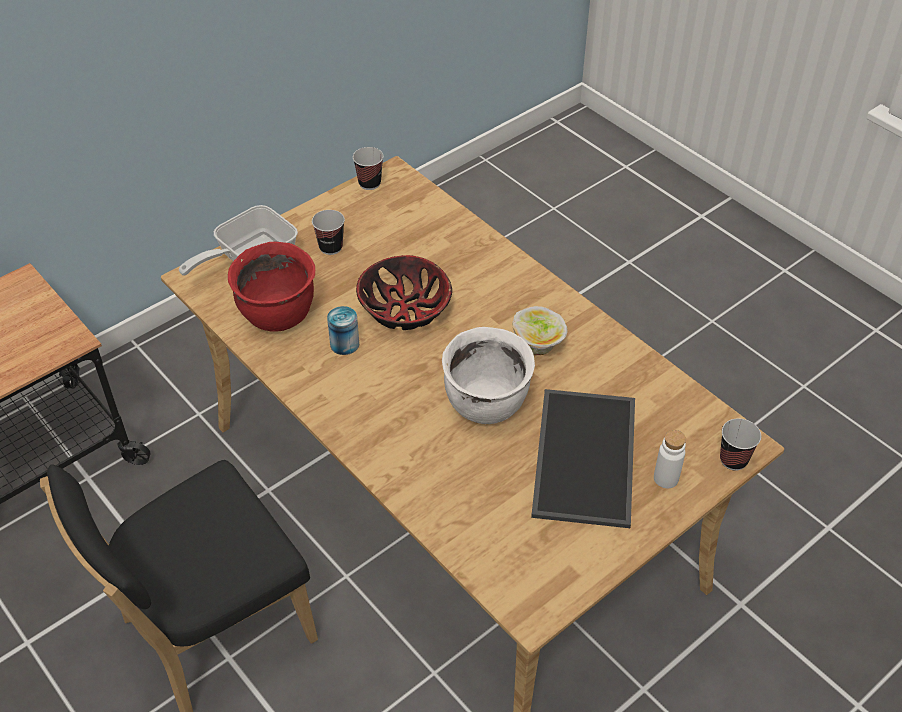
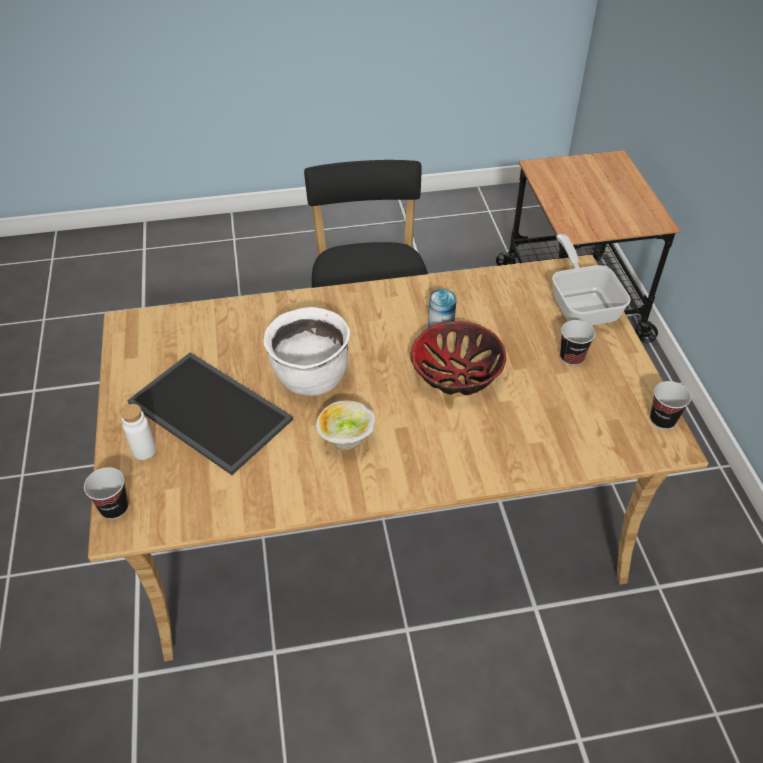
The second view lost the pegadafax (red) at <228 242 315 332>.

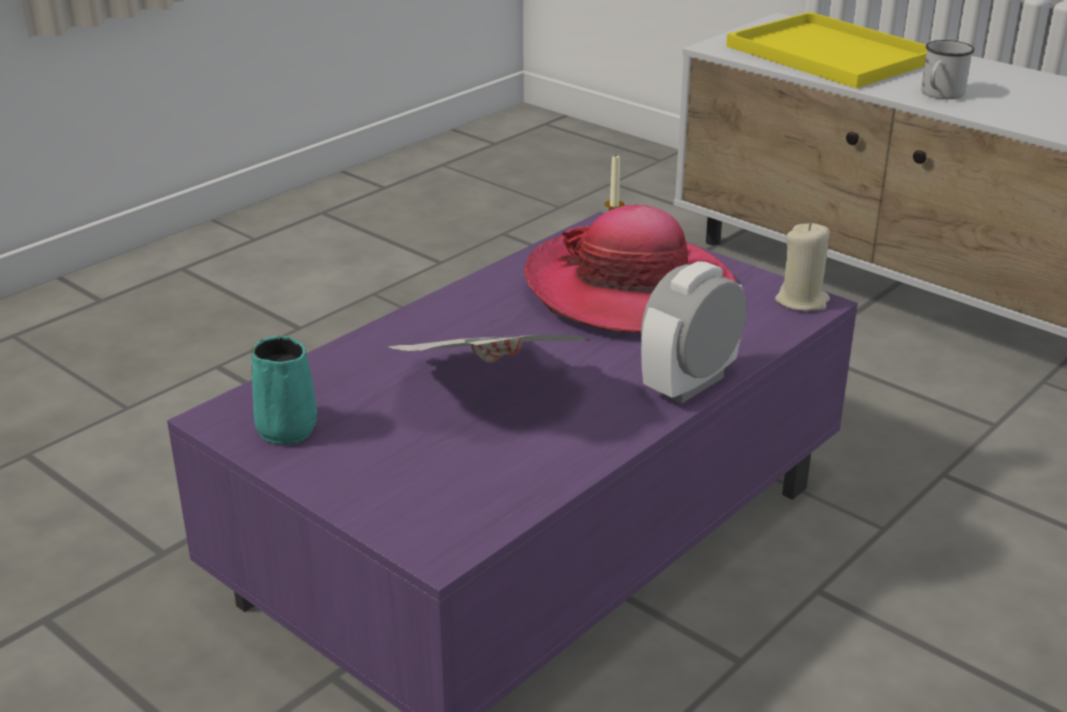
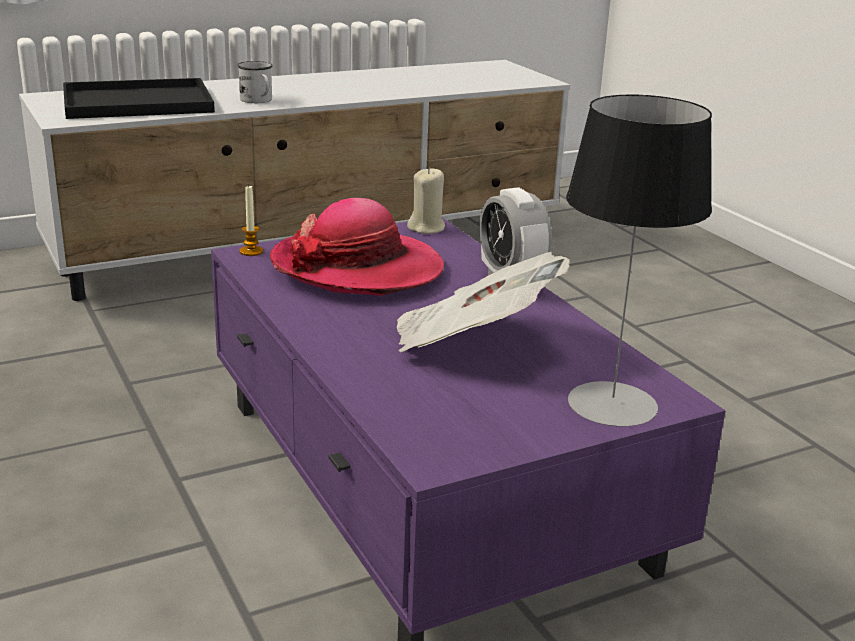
The second view lost the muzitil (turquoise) at <251 336 317 445>.
What was the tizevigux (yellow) at <726 12 927 89> turned into the tizevigux (black) at <63 78 215 119>.
The second view gained the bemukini at <566 95 712 427>.

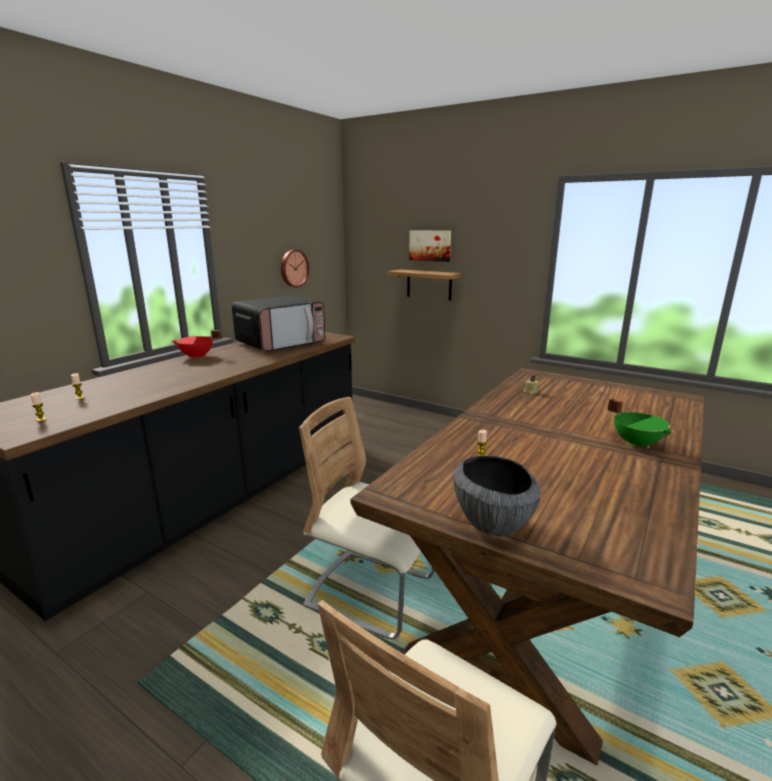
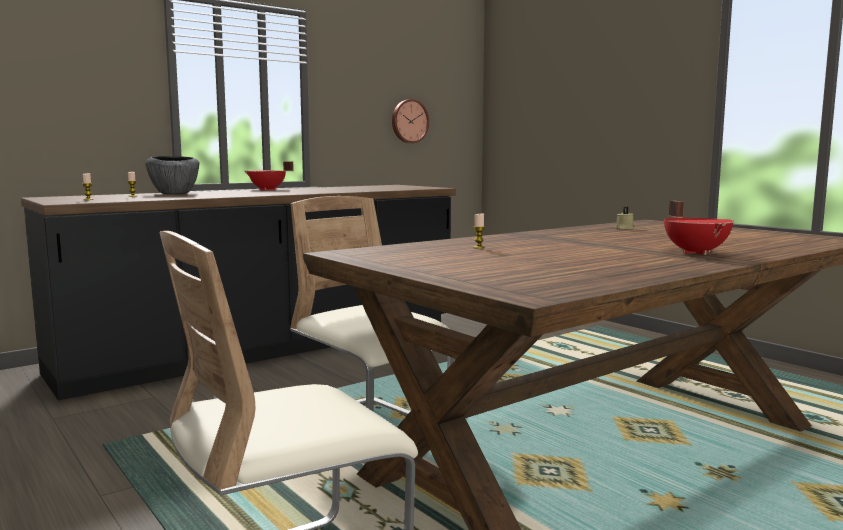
The second view lost the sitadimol at <232 295 325 352>.
The second view lost the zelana at <387 269 462 301>.
The second view lost the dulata at <409 230 451 262>.
The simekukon ended up elsewhere, having gone from <453 456 541 536> to <145 156 199 194>.
What was the pegadafax (green) at <607 399 673 448> turned into the pegadafax (red) at <664 201 734 255>.

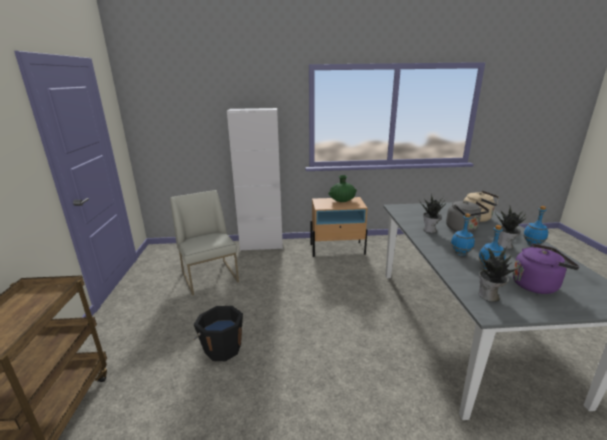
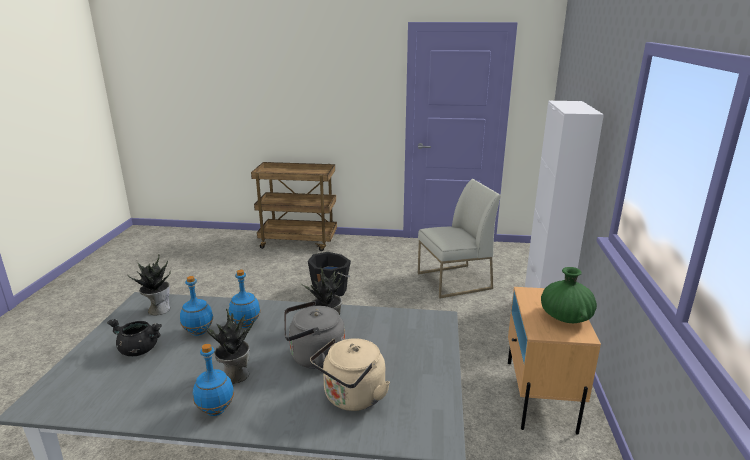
Where the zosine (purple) stood at <512 244 580 294>, the pegadafax (black) came to stand at <107 319 162 356>.

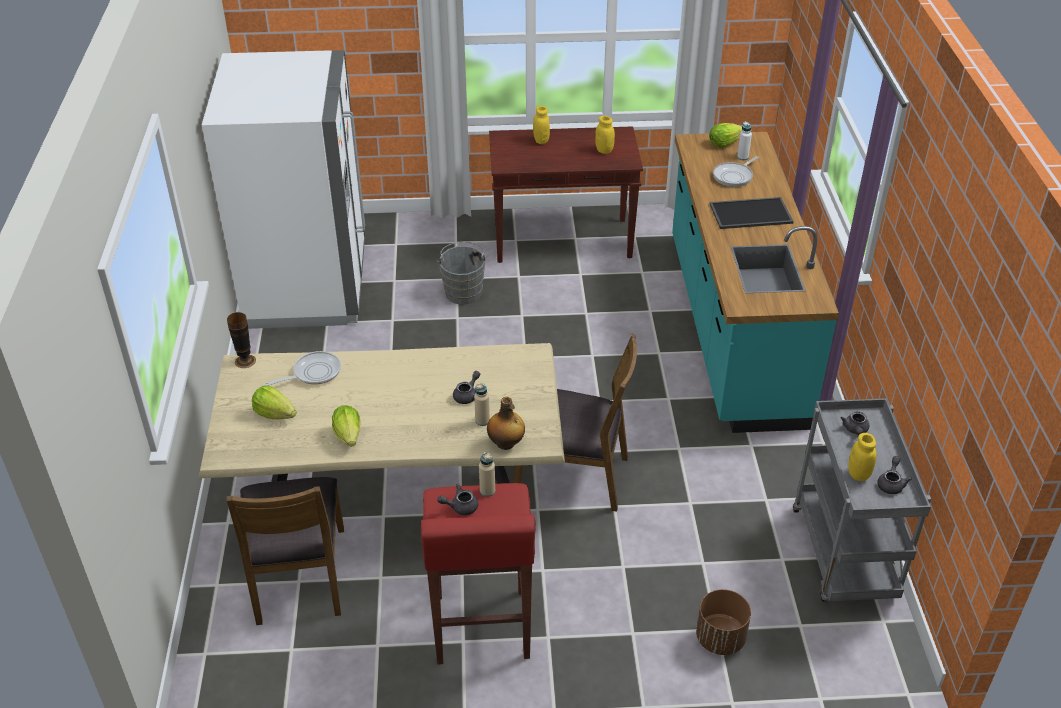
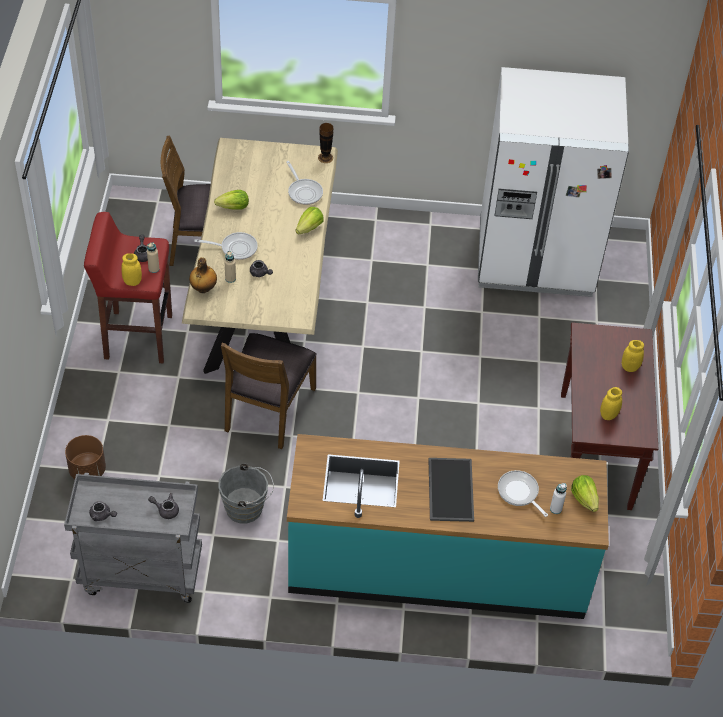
The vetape ended up elsewhere, having gone from <252 386 296 419> to <296 207 324 234>.
The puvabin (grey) ended up elsewhere, having gone from <437 241 488 305> to <218 463 274 524>.
The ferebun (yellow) ended up elsewhere, having gone from <848 433 877 481> to <121 254 142 286>.
The second view gained the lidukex at <194 232 258 260>.

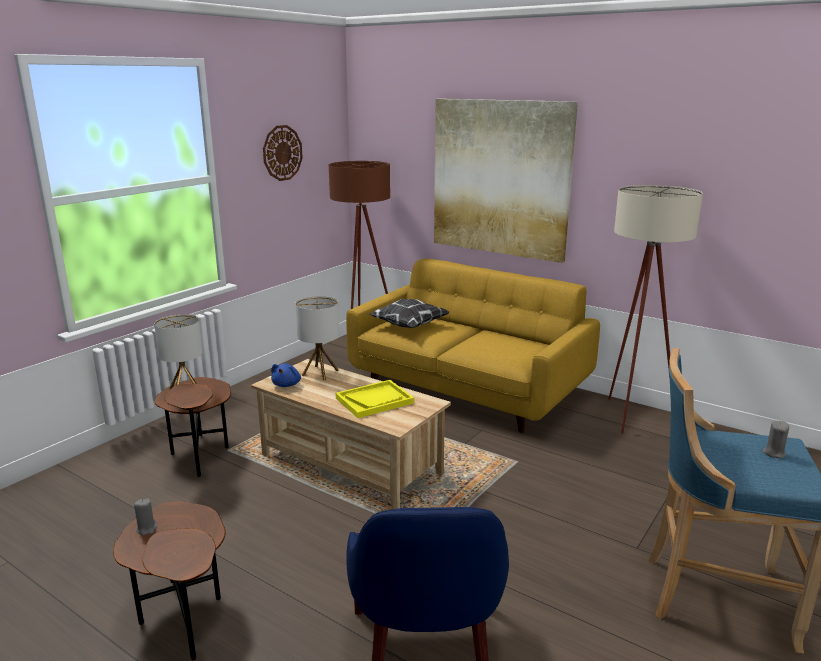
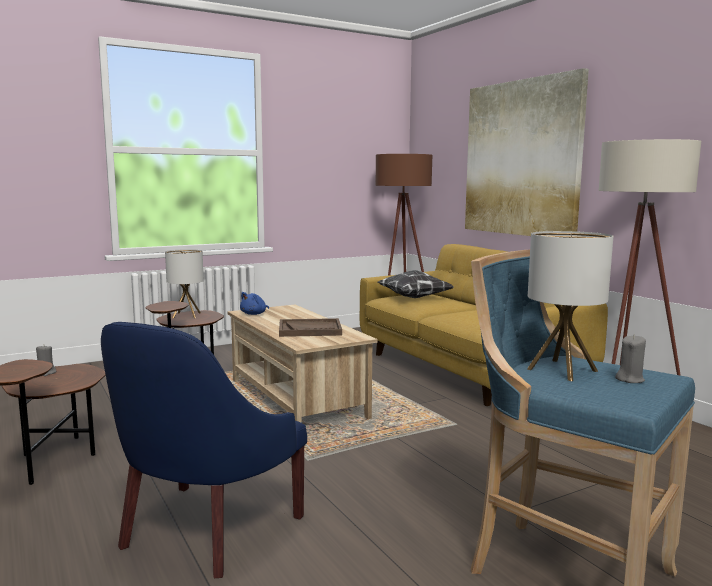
The second view lost the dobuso at <263 125 303 181>.
The bemukini ended up elsewhere, having gone from <295 296 339 380> to <527 231 613 381>.
What was the tizevigux (yellow) at <336 380 414 418> turned into the tizevigux (brown) at <279 318 342 337>.

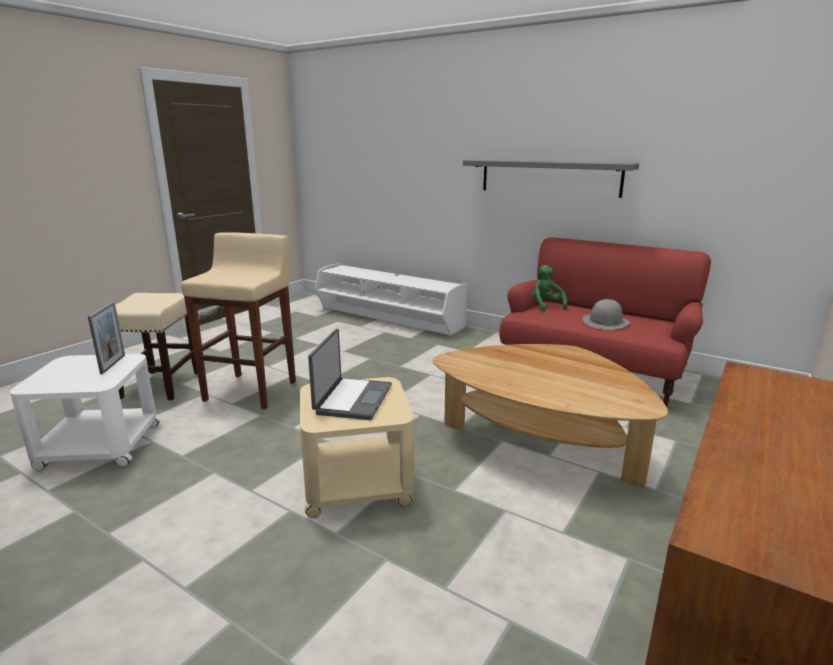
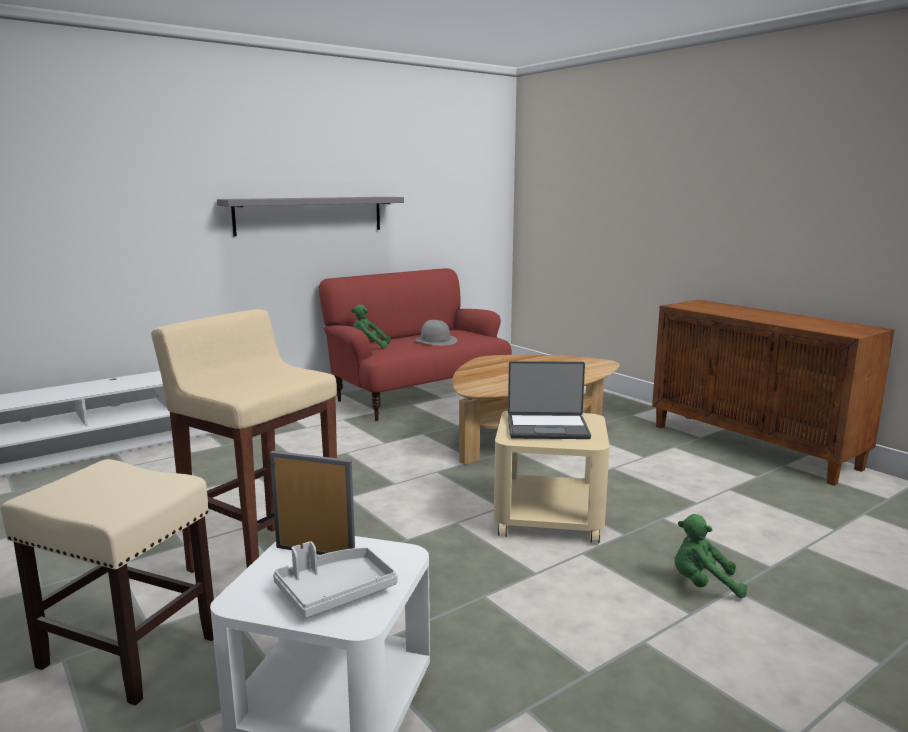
The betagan at <308 329 392 420> ended up facing another way, 150 degrees clockwise from before.
The second view gained the tizevigux (grey) at <273 541 398 618>.
The second view gained the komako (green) at <675 514 747 598>.

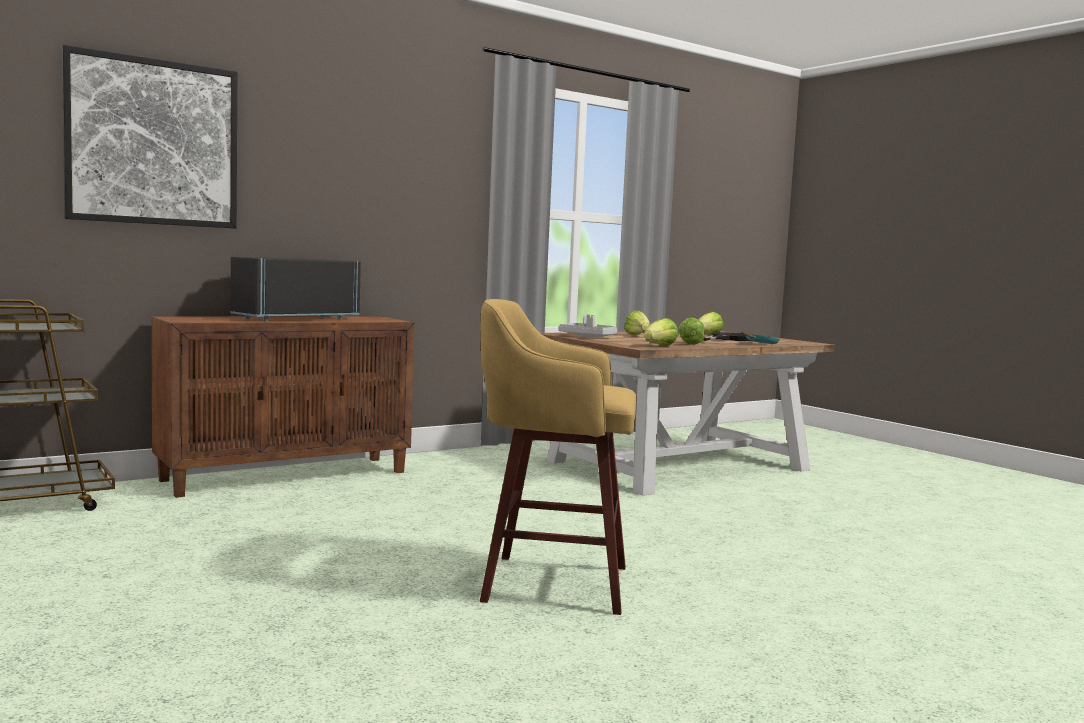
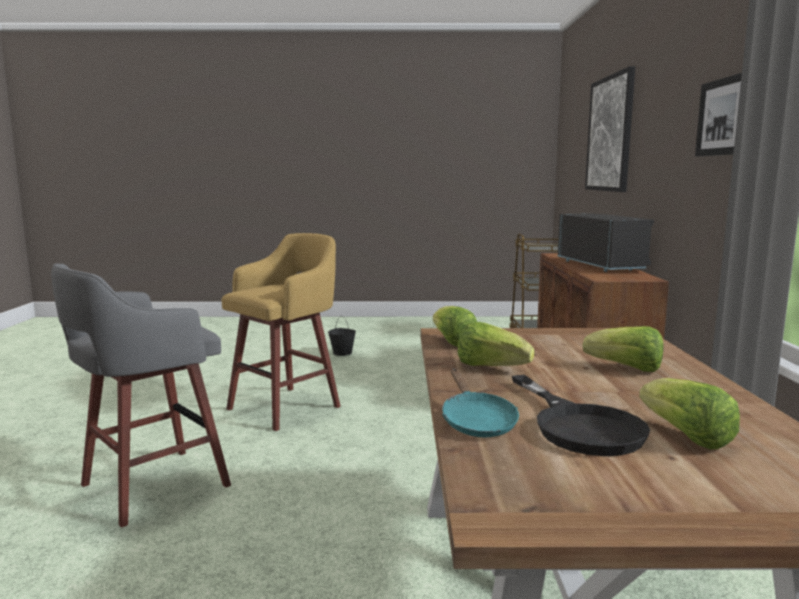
The second view lost the tizevigux (grey) at <558 315 617 338>.
The second view gained the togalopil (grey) at <51 264 231 528>.
The second view gained the puvabin (black) at <328 316 356 356>.
The second view gained the dulata at <695 73 742 156>.

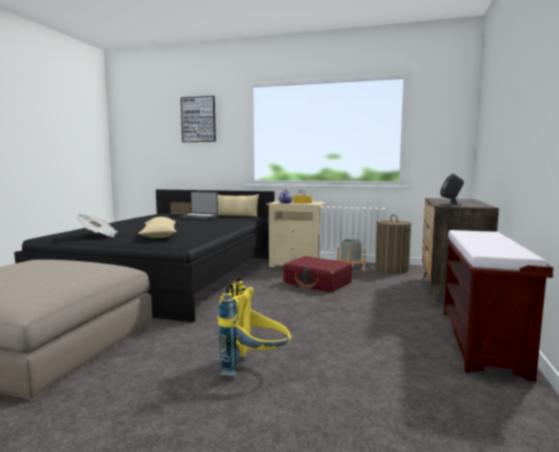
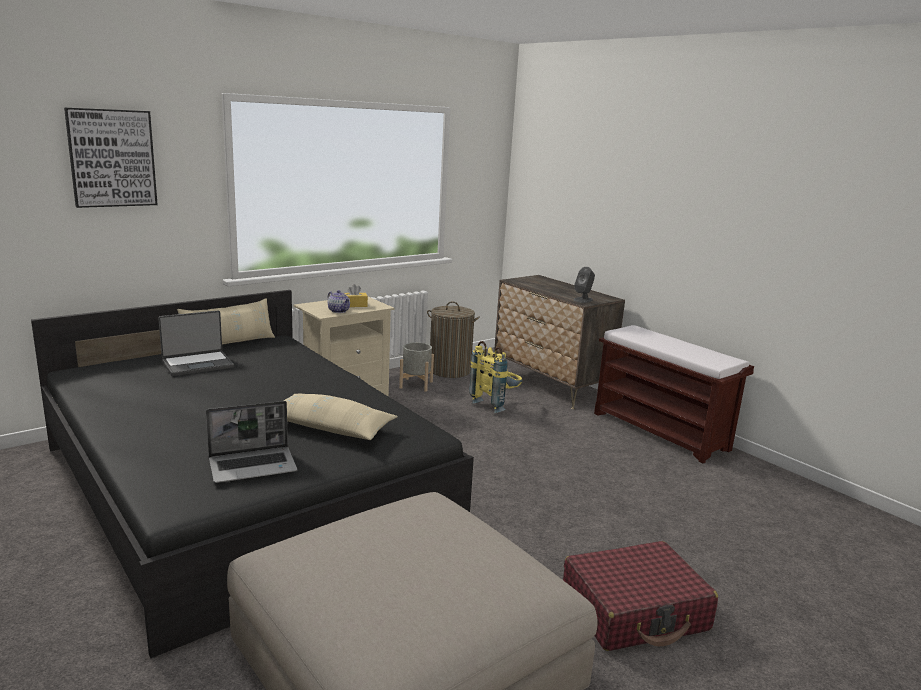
Where the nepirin stood at <76 214 118 237>, the betagan came to stand at <206 401 298 483>.
The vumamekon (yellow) ended up elsewhere, having gone from <217 275 291 376> to <469 341 522 413>.
The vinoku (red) ended up elsewhere, having gone from <283 256 352 293> to <563 541 718 651>.

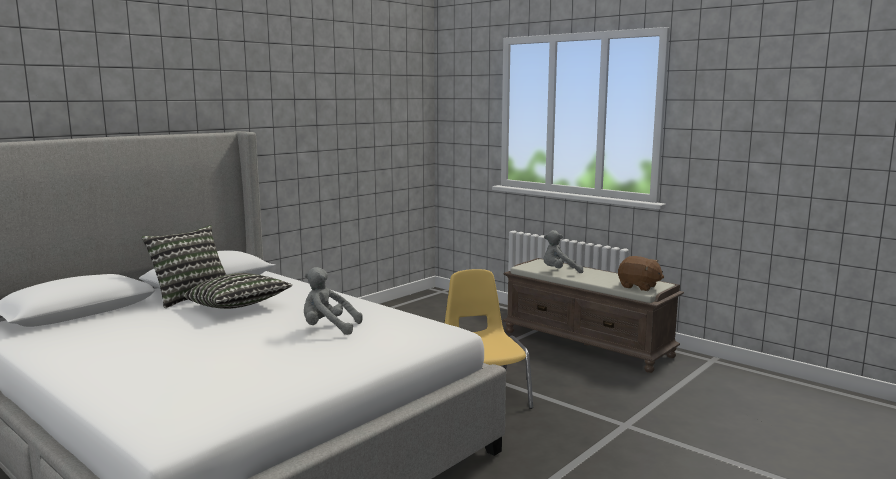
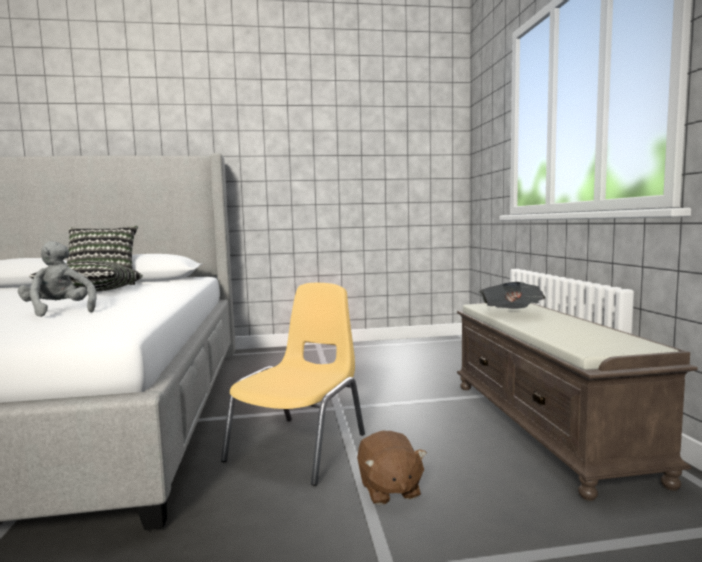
Where the komako (grey) stood at <543 230 583 273>, the nepirin came to stand at <479 282 545 309>.
The komako (brown) ended up elsewhere, having gone from <618 256 664 291> to <357 431 426 505>.

